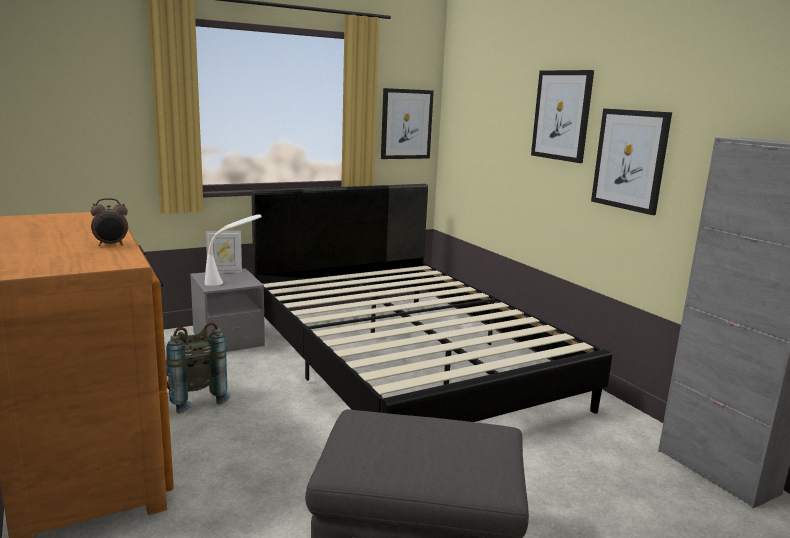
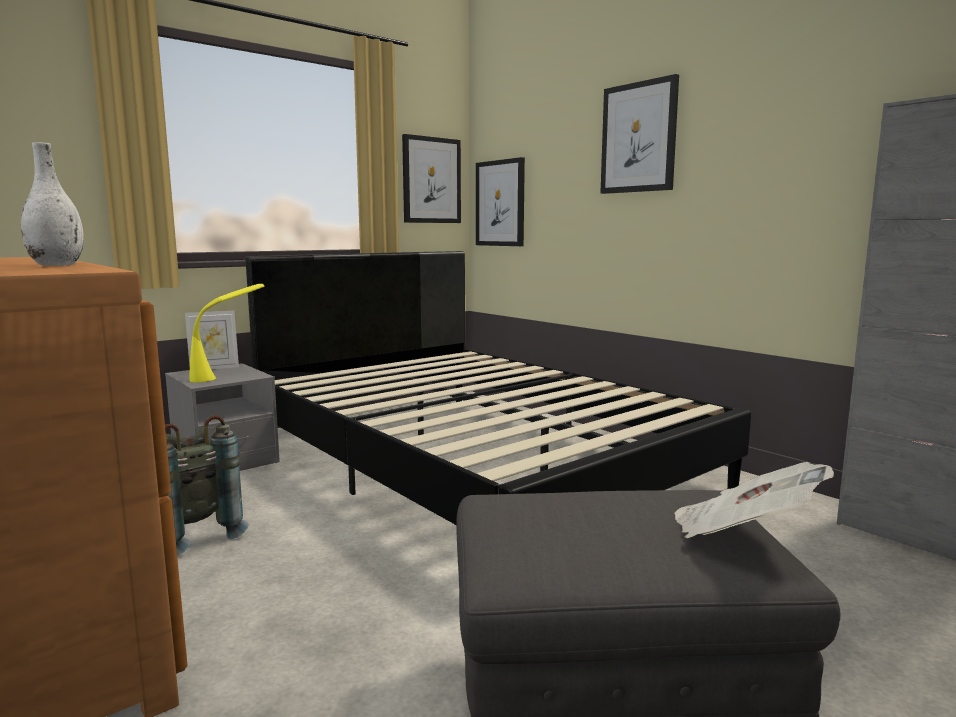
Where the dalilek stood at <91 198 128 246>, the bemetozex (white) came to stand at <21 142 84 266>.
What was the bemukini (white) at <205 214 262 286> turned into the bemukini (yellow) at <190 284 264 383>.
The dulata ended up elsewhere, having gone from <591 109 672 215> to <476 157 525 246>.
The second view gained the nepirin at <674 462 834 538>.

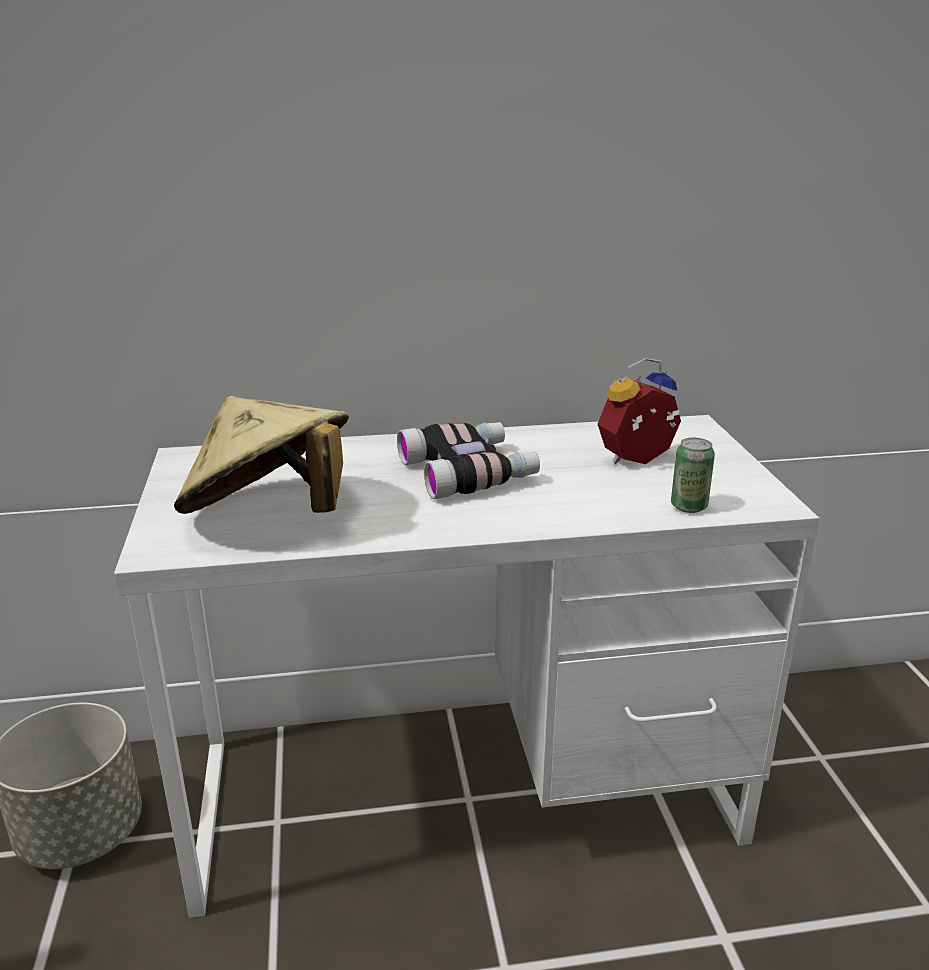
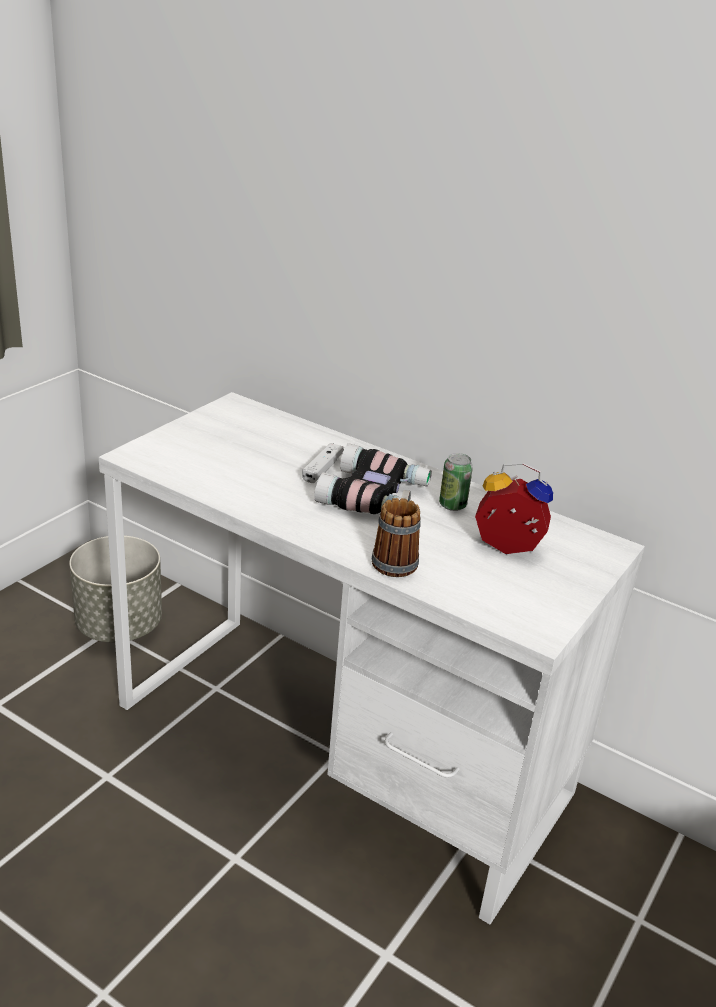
The second view lost the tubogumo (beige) at <174 396 349 514>.
The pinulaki ended up elsewhere, having gone from <671 438 715 513> to <439 453 473 511>.
The second view gained the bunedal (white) at <302 443 343 483>.
The second view gained the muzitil at <372 490 421 577>.

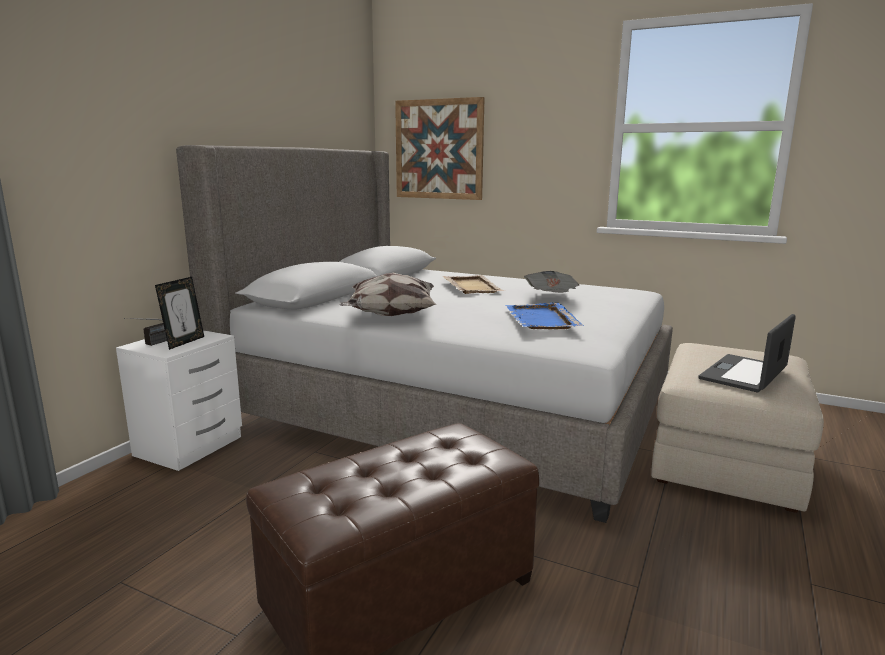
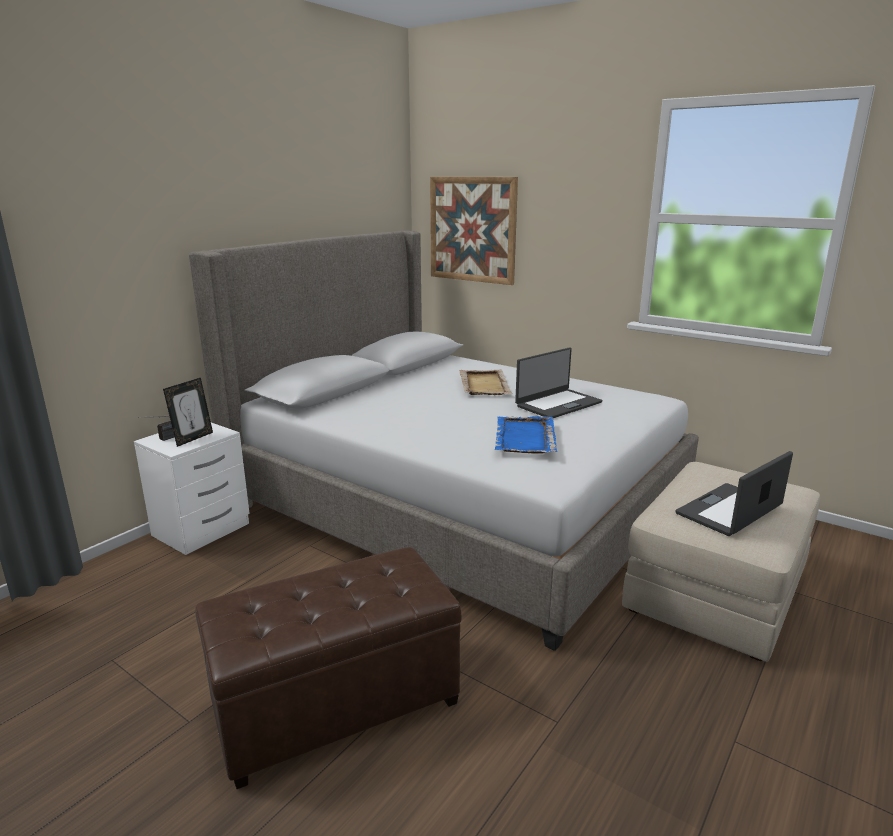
The second view lost the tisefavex at <340 272 437 316>.
Where the nepirin stood at <524 271 579 293>, the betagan came to stand at <515 347 602 418>.

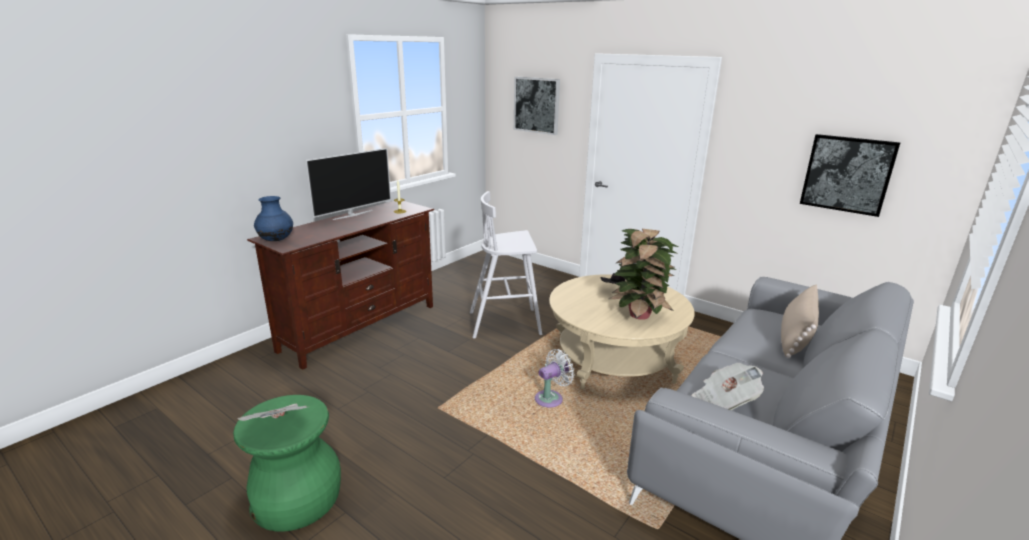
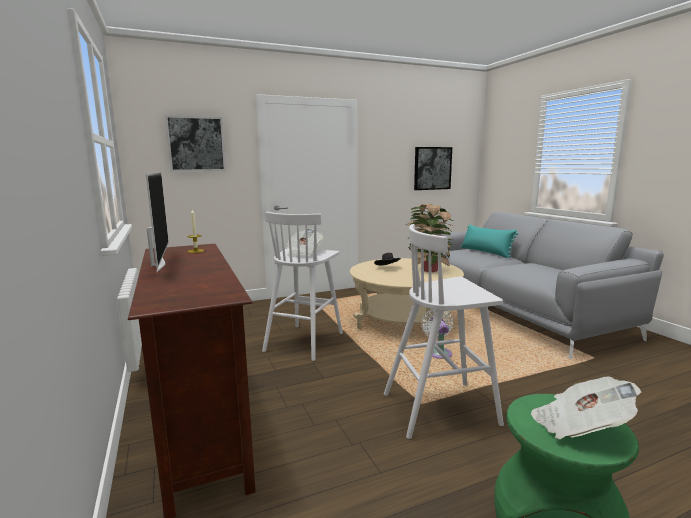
The second view lost the bemetozex (blue) at <254 196 293 241>.
The nepirin ended up elsewhere, having gone from <692 363 764 410> to <286 229 324 257>.
What was the tisefavex (beige) at <781 284 819 358> turned into the tisefavex (turquoise) at <461 224 518 258>.
The second view gained the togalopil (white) at <384 224 504 439>.

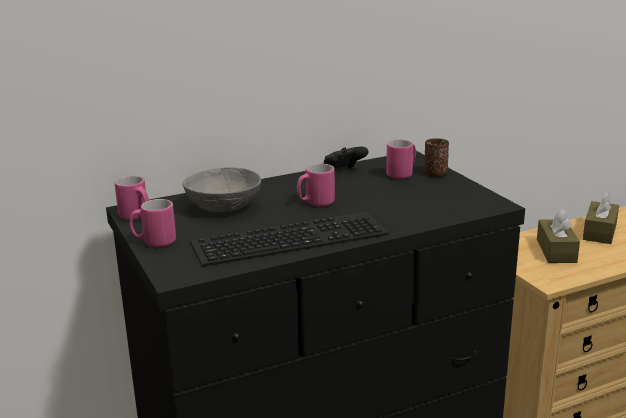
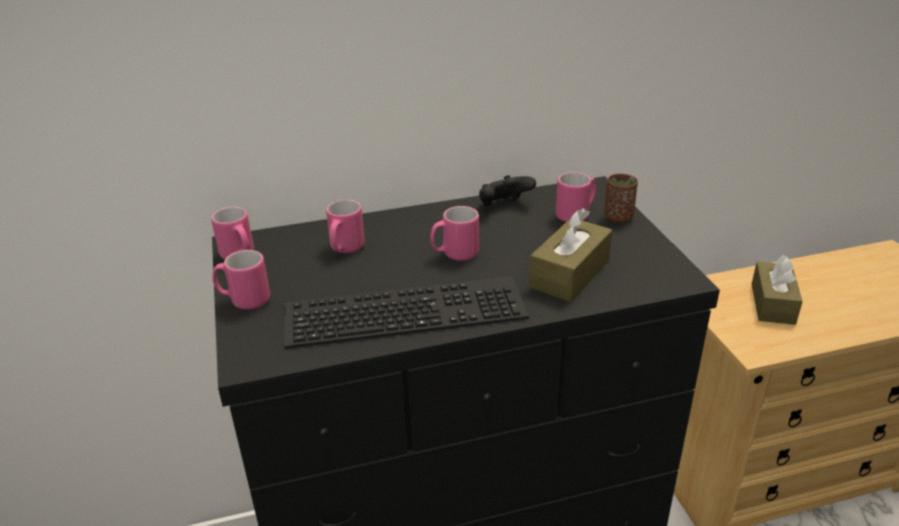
Where the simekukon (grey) stood at <182 167 261 212>, the muzitil (pink) came to stand at <326 199 365 253>.
The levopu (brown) ended up elsewhere, having gone from <583 192 619 244> to <529 208 612 302>.

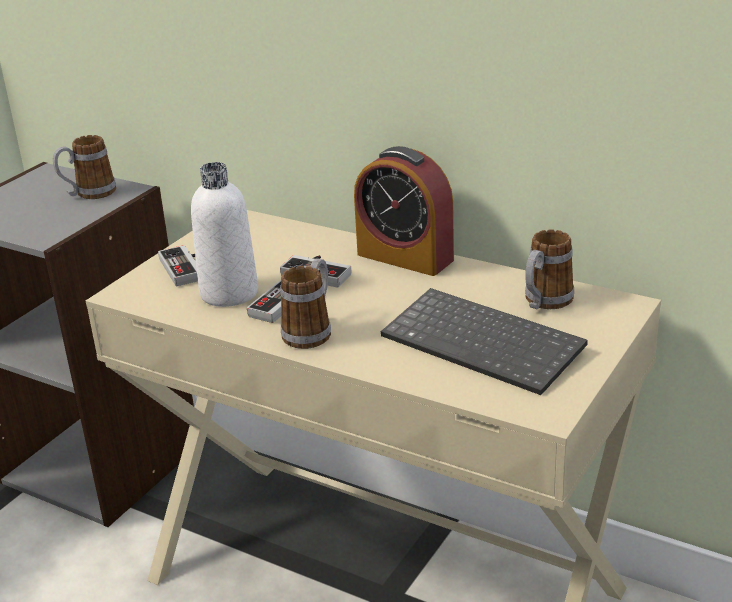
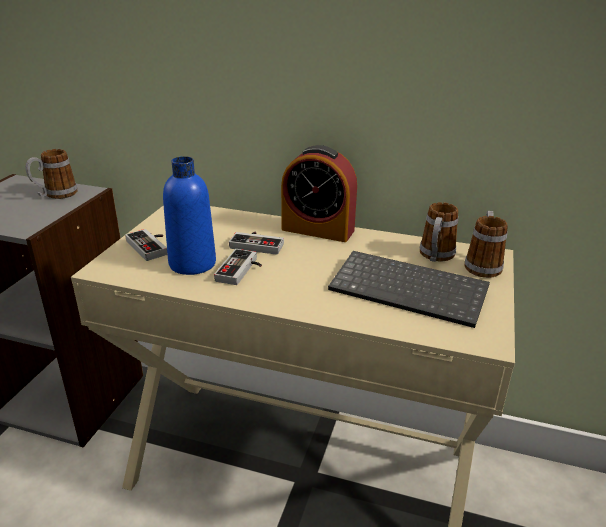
What was the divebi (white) at <191 162 258 307> turned into the divebi (blue) at <163 156 216 275>.
The muzitil ended up elsewhere, having gone from <280 258 331 349> to <464 211 508 278>.

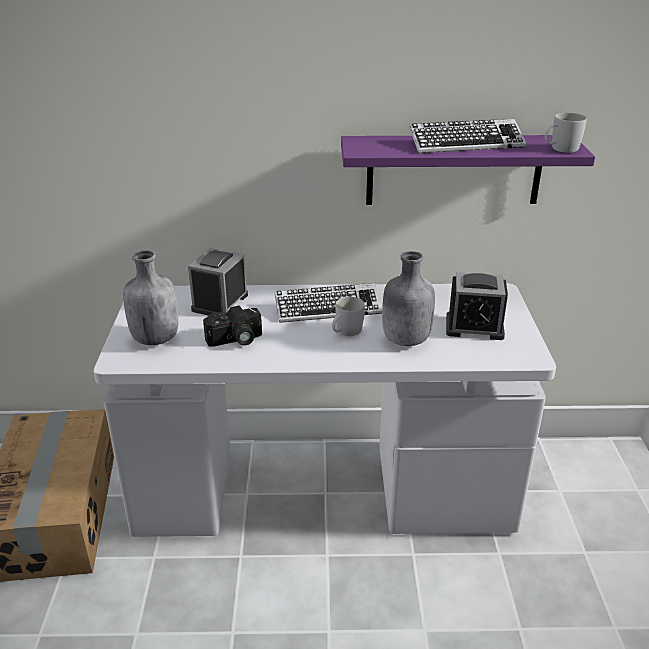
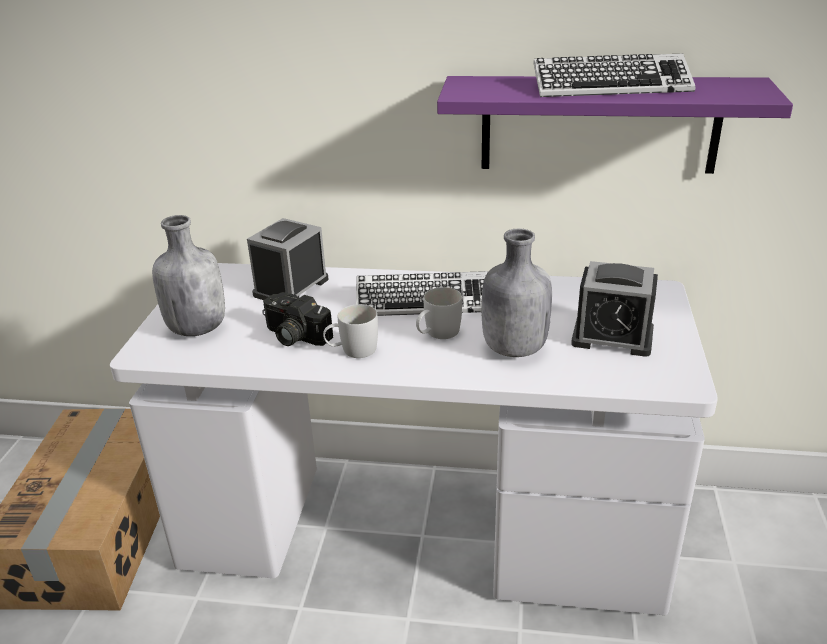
The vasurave at <203 306 262 347> ended up facing another way, 45 degrees clockwise from before.
The muzitil (white) ended up elsewhere, having gone from <545 113 587 153> to <323 304 378 358>.

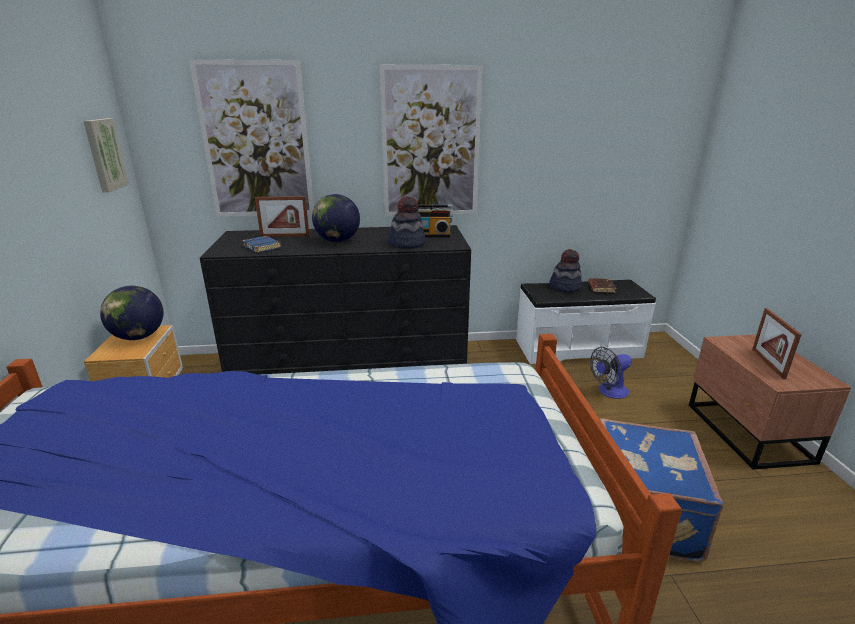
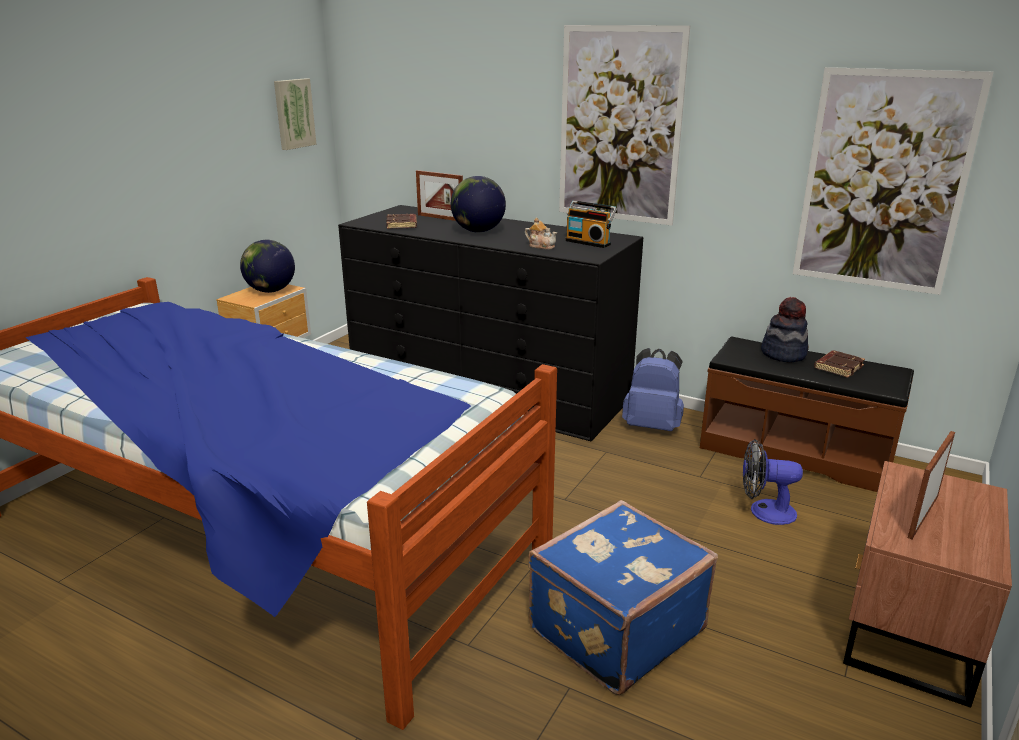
The dulata ended up elsewhere, having gone from <189 59 314 217> to <793 67 993 295>.
What was the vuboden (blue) at <242 236 282 253> turned into the vuboden (brown) at <386 214 417 229>.
Where the tubogumo stood at <388 196 425 249>, the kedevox came to stand at <525 217 557 250>.
What was the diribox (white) at <516 280 656 364> turned into the diribox (brown) at <700 337 914 492>.
The second view gained the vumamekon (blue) at <622 348 684 431>.

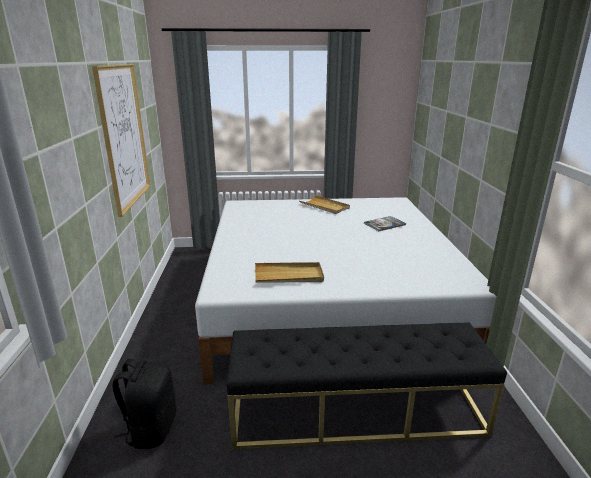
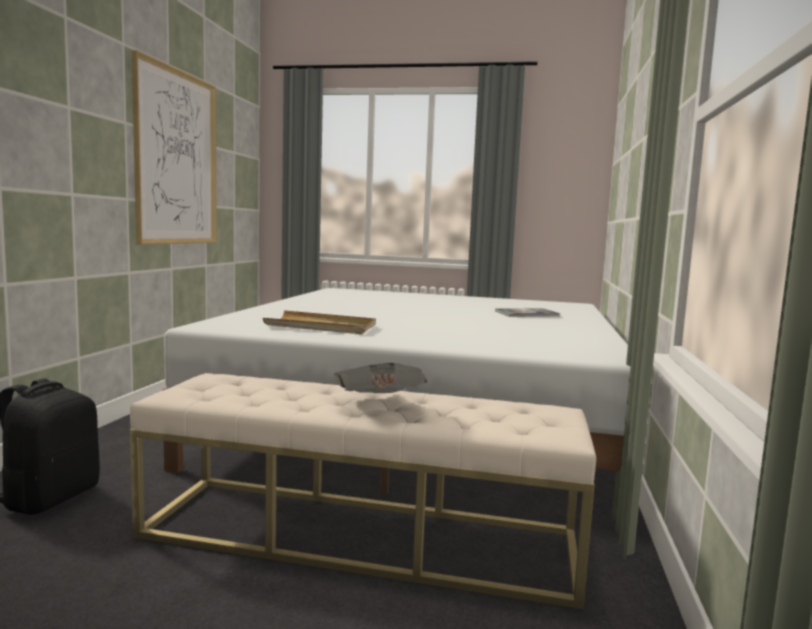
What was the diribox (black) at <227 322 507 450> turned into the diribox (beige) at <130 373 596 609>.
The second view lost the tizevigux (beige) at <299 195 350 214>.
The second view gained the nepirin at <334 363 428 393>.

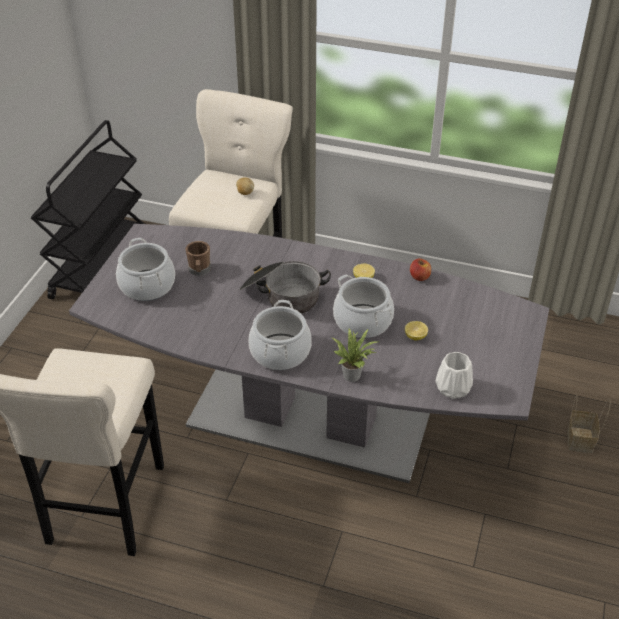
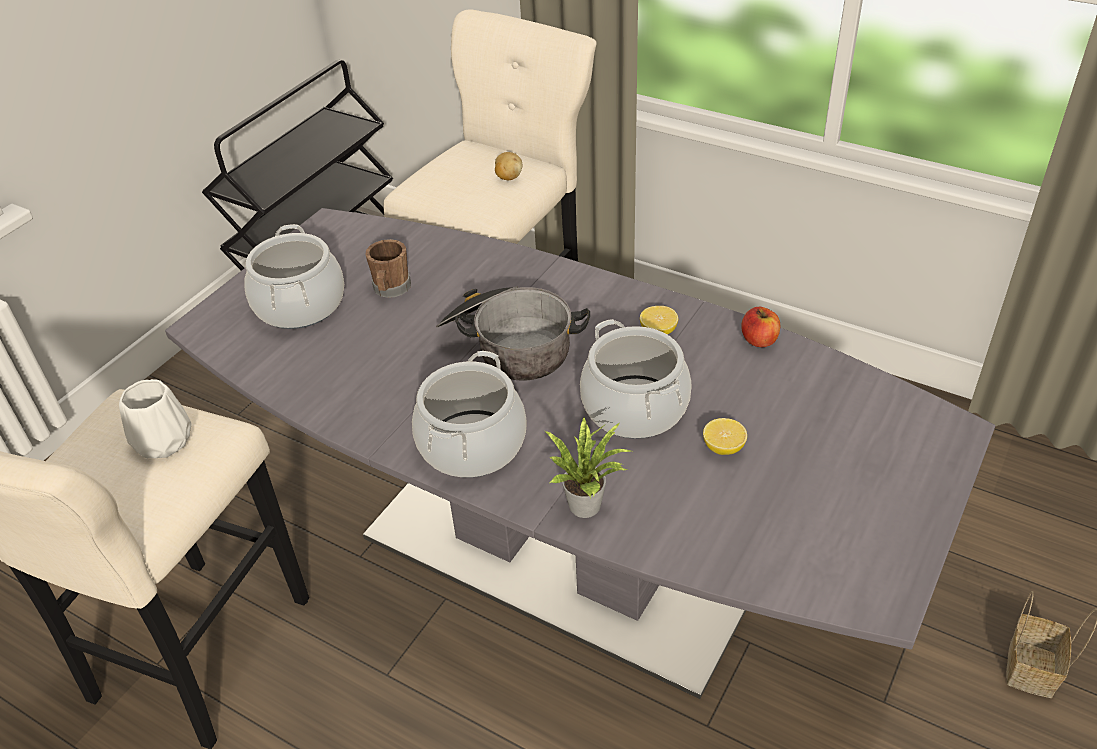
The bemetozex (white) ended up elsewhere, having gone from <435 352 473 399> to <119 379 191 458>.

